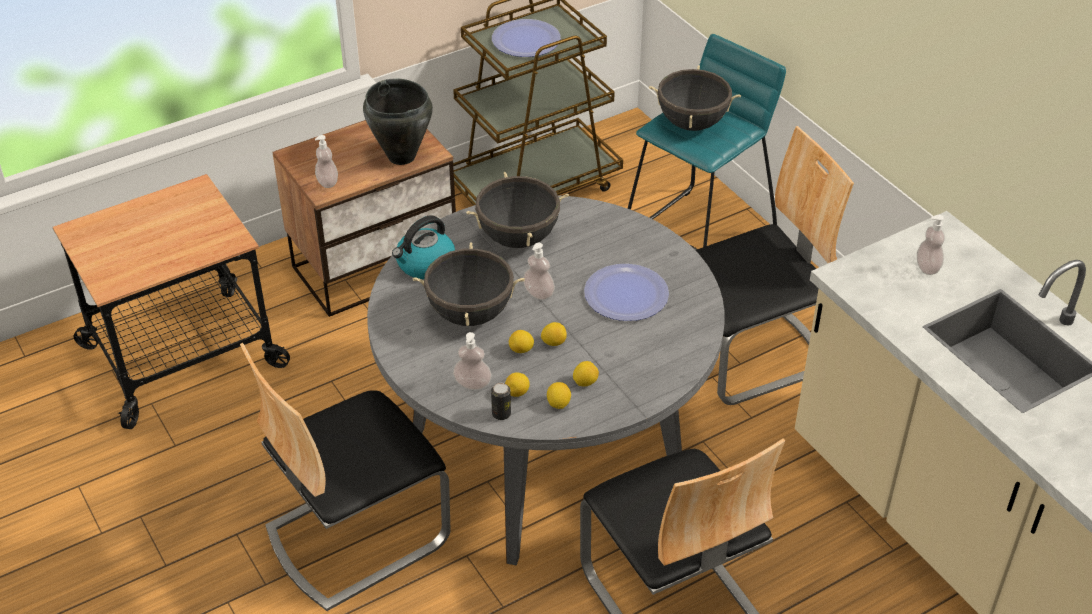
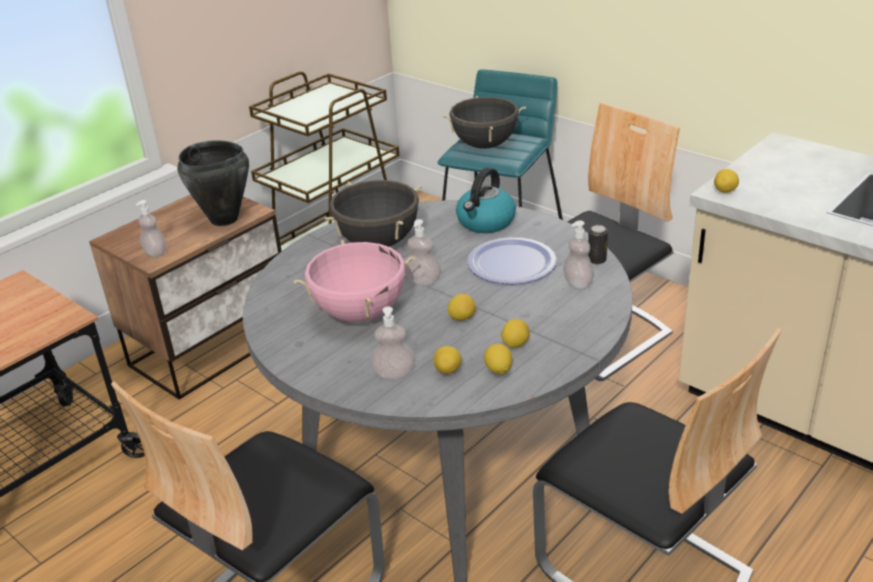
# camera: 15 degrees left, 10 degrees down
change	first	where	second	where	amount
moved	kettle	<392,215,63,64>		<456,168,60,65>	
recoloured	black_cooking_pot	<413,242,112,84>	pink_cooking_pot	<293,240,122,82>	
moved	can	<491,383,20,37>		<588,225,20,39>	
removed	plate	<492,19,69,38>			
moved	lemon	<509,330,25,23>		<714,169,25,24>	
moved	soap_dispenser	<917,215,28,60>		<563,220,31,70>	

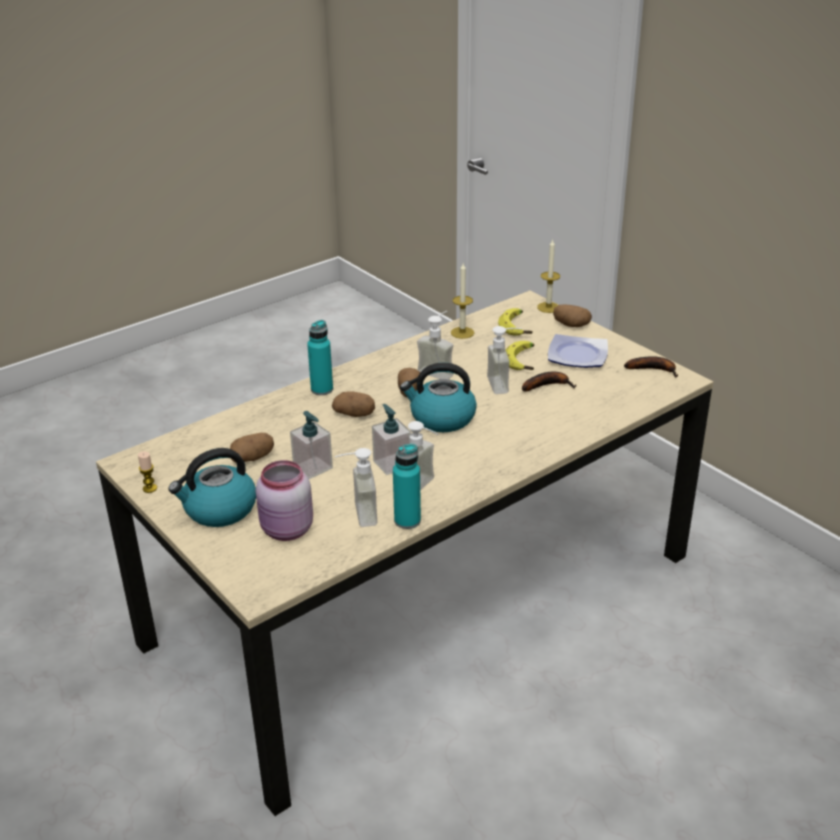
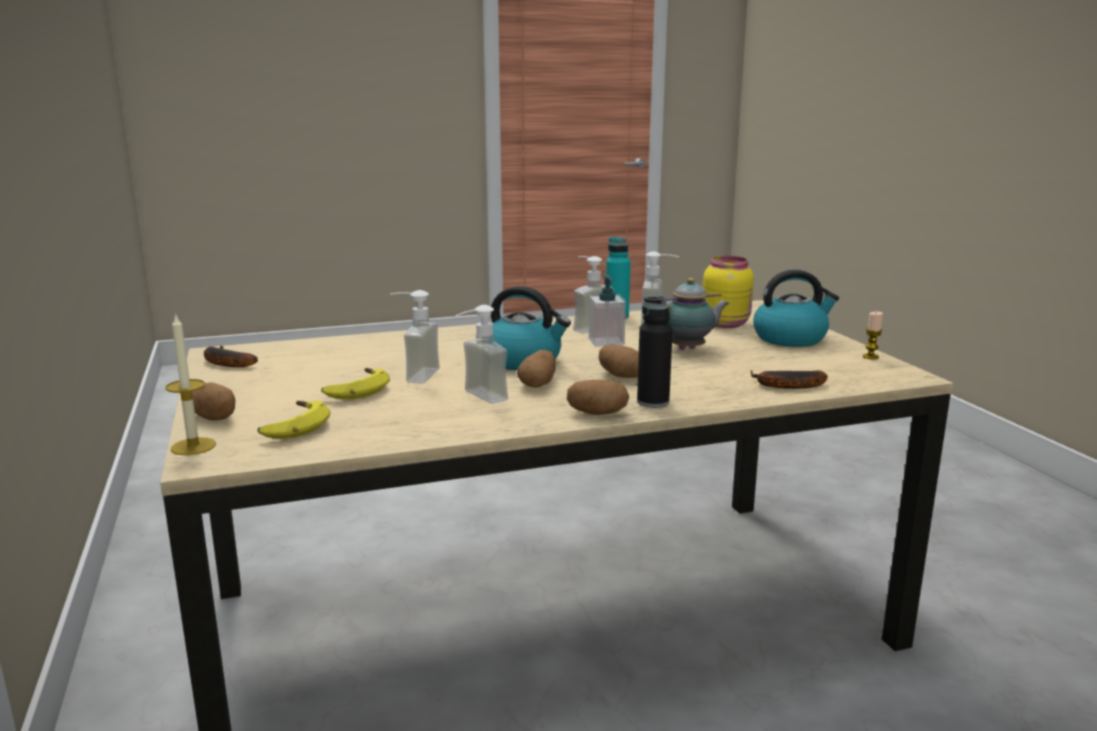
# camera: 160 degrees left, 15 degrees down
change	first	where	second	where	amount
moved	potato	<230,433,44,29>		<567,380,62,35>	
recoloured	pink_jar	<256,460,57,81>	yellow_jar	<703,256,51,72>	
replaced	soap_dispenser	<290,411,43,68>	teapot	<666,278,64,72>	
recoloured	turquoise_bottle	<307,320,26,75>	black_bottle	<637,296,36,112>	
removed	candle	<451,263,23,76>			
moved	banana	<522,372,54,20>		<751,370,77,19>	
removed	plate	<548,334,60,34>			

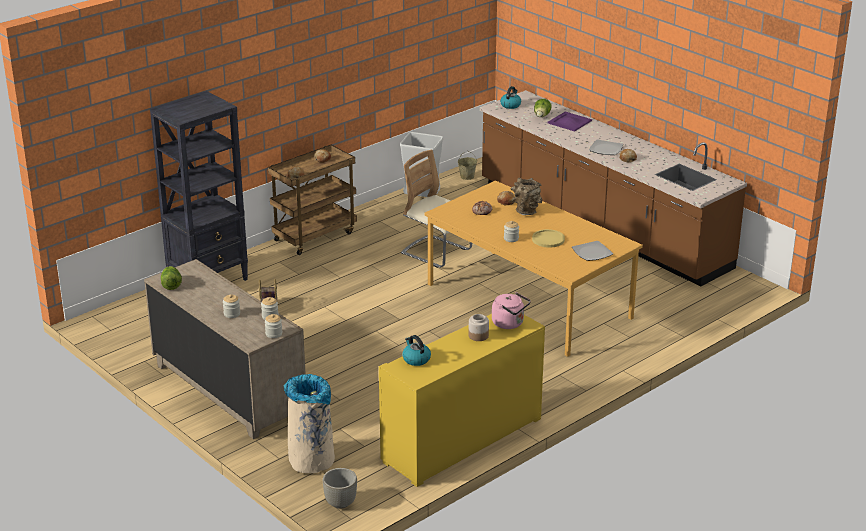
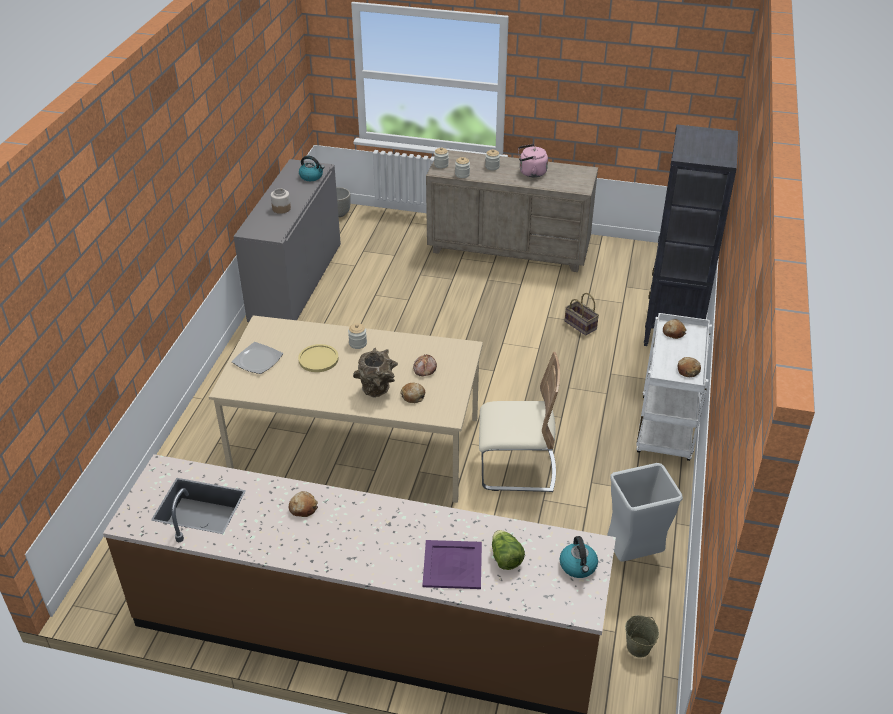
# camera: 145 degrees right, 10 degrees up
change	first	where	second	where	amount
removed	lettuce	<161,266,21,24>			
recoloured	brown_cart	<268,145,89,110>	white_cart	<636,313,76,148>	
removed	beige_trash_can	<284,374,51,99>			
recoloured	yellow_cabinet	<379,314,166,173>	grey_cabinet	<233,159,108,163>	
recoloured	orange_dining_table	<424,180,219,177>	beige_dining_table	<209,315,274,188>	
moved	pink_kettle	<492,292,39,37>		<518,144,30,33>	
removed	plate	<589,139,34,16>			

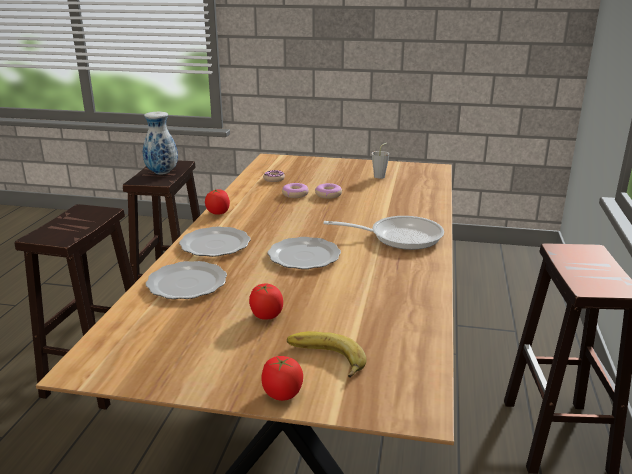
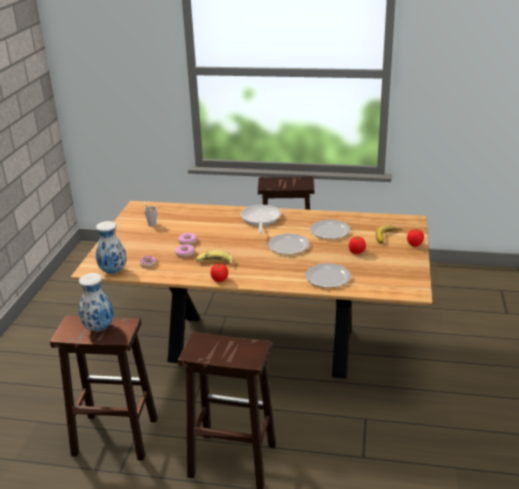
# camera: 90 degrees left, 5 degrees up
change	first	where	second	where	amount
moved	plate	<179,227,72,30>		<310,220,40,19>	
added			vase	<96,221,31,53>	
added			banana	<196,250,37,15>	

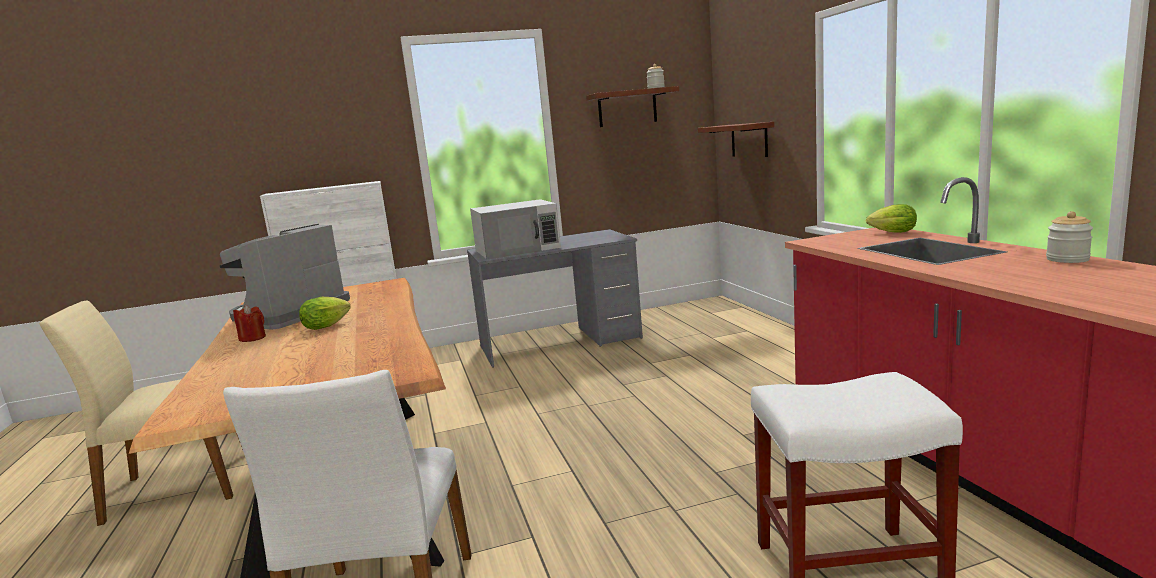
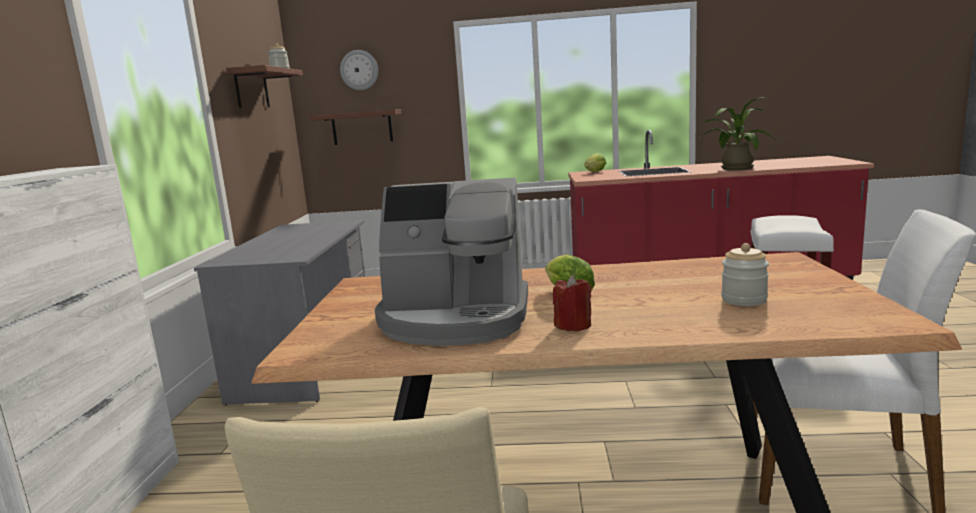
# camera: 70 degrees left, 0 degrees up
change	first	where	second	where	amount
turned	coffee_machine	<220,224,130,106>		<374,178,154,168>	45 degrees counterclockwise
removed	white_microwave	<470,199,91,61>			
moved	jar	<1046,211,47,52>		<721,243,48,63>	
added			wall_clock	<340,50,38,40>	
added			potted_plant	<697,97,80,74>	

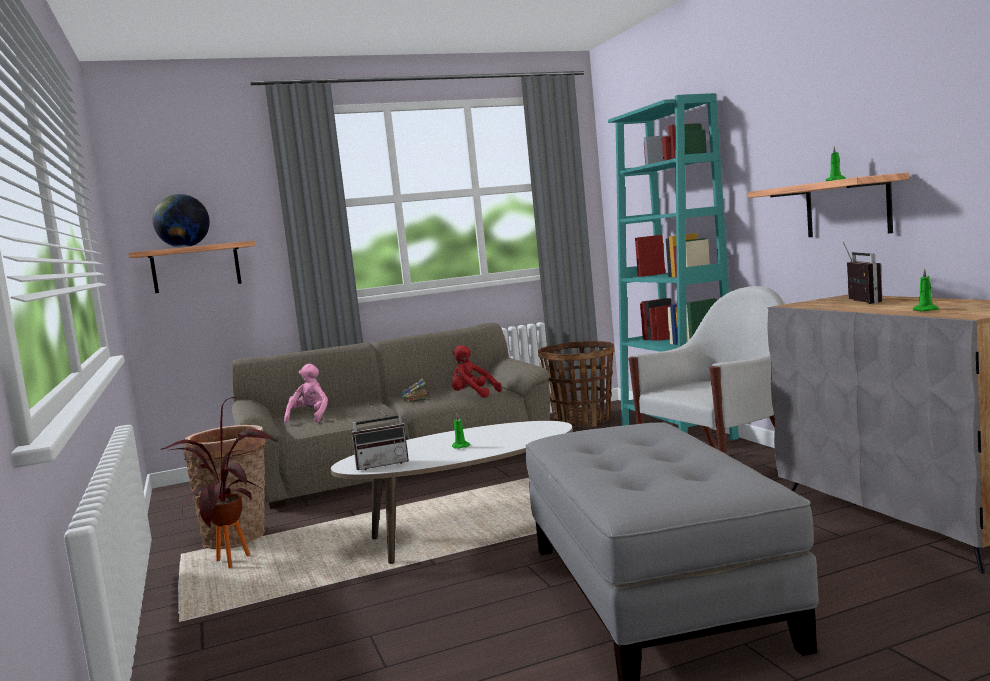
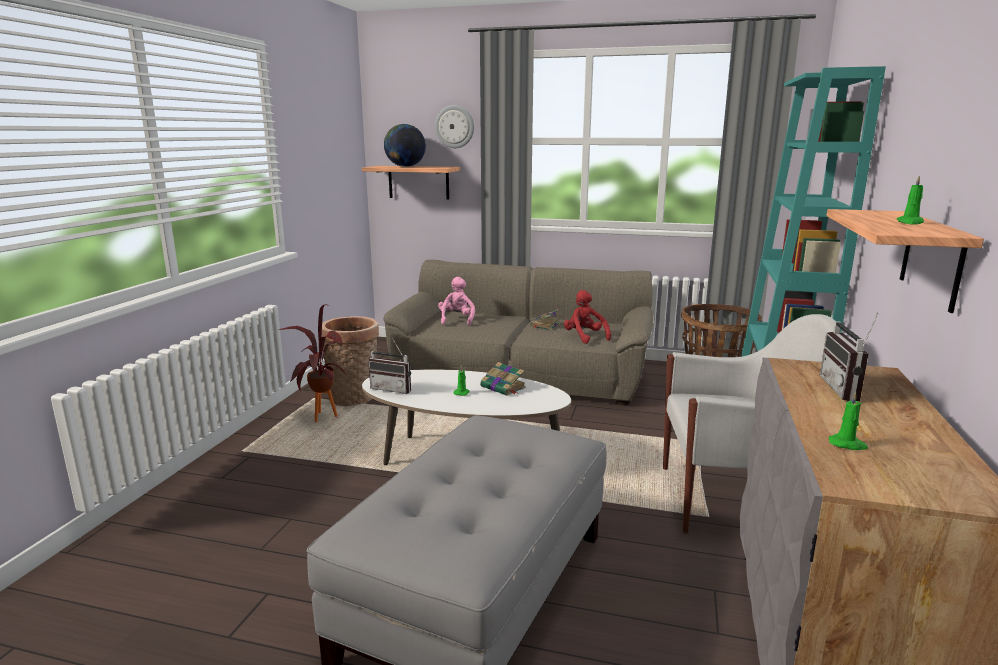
# camera: 35 degrees right, 10 degrees up
change	first	where	second	where	amount
turned	pink_plush_toy	<284,364,44,59>		<438,277,37,49>	45 degrees counterclockwise
turned	radio	<843,242,40,62>		<820,313,58,88>	150 degrees clockwise
added			wall_clock	<435,105,39,43>	
added			book	<480,362,46,34>	

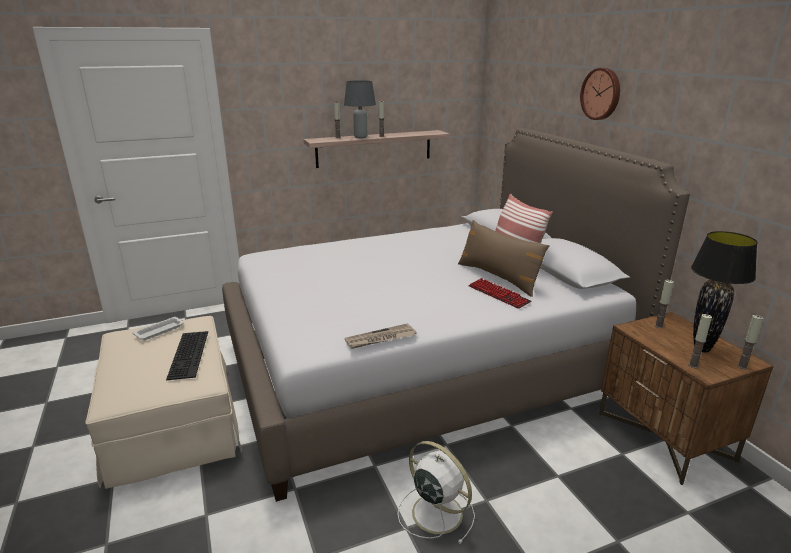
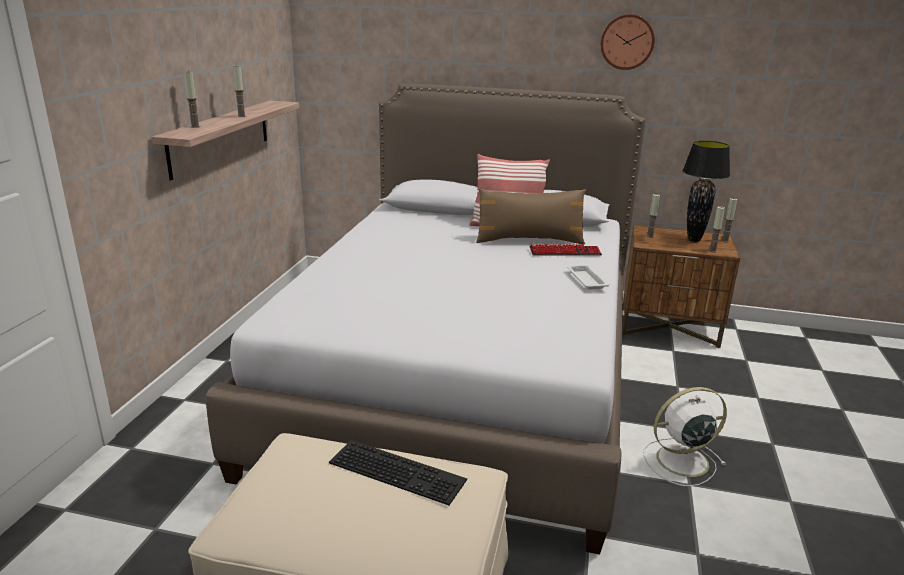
# camera: 55 degrees left, 0 degrees up
change	first	where	second	where	amount
moved	white_tray	<132,317,52,23>		<567,265,42,25>	
removed	grey_table_lamp	<344,80,32,58>			
removed	newspaper	<345,323,72,26>			
moved	wall_clock	<580,68,40,52>		<601,14,54,56>	

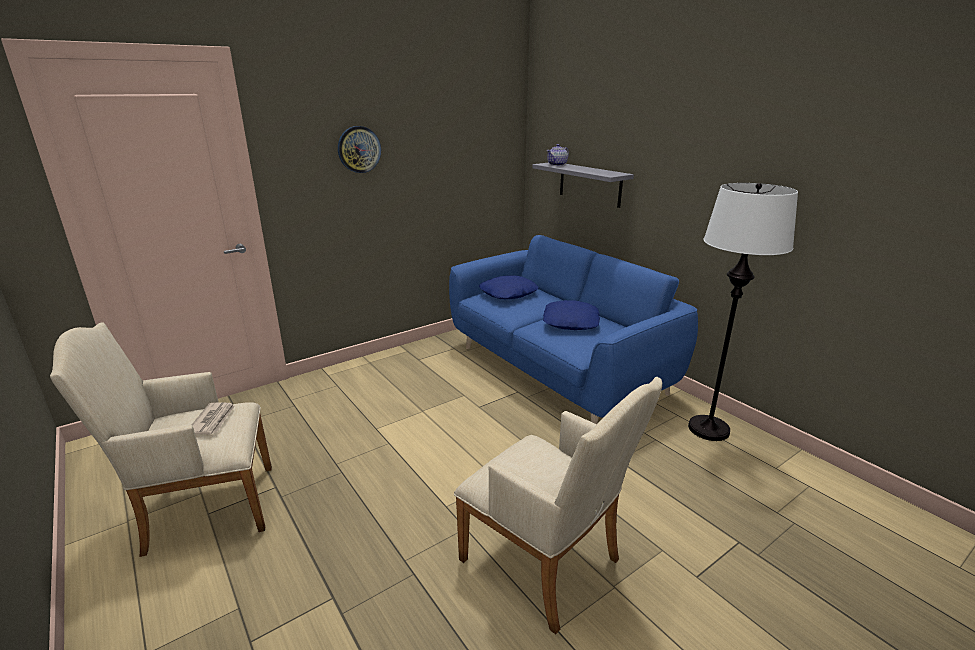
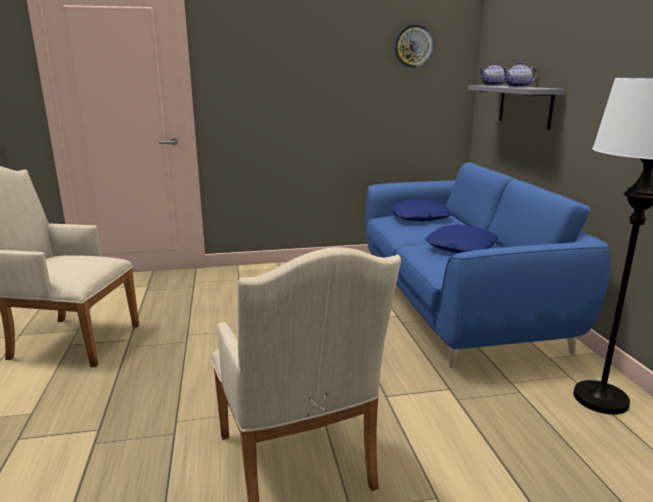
# camera: 25 degrees right, 5 degrees down
change	first	where	second	where	amount
removed	newspaper	<192,402,43,32>			
moved	wall_clock	<338,126,43,47>		<394,24,40,44>	
added			teapot	<502,62,35,25>	

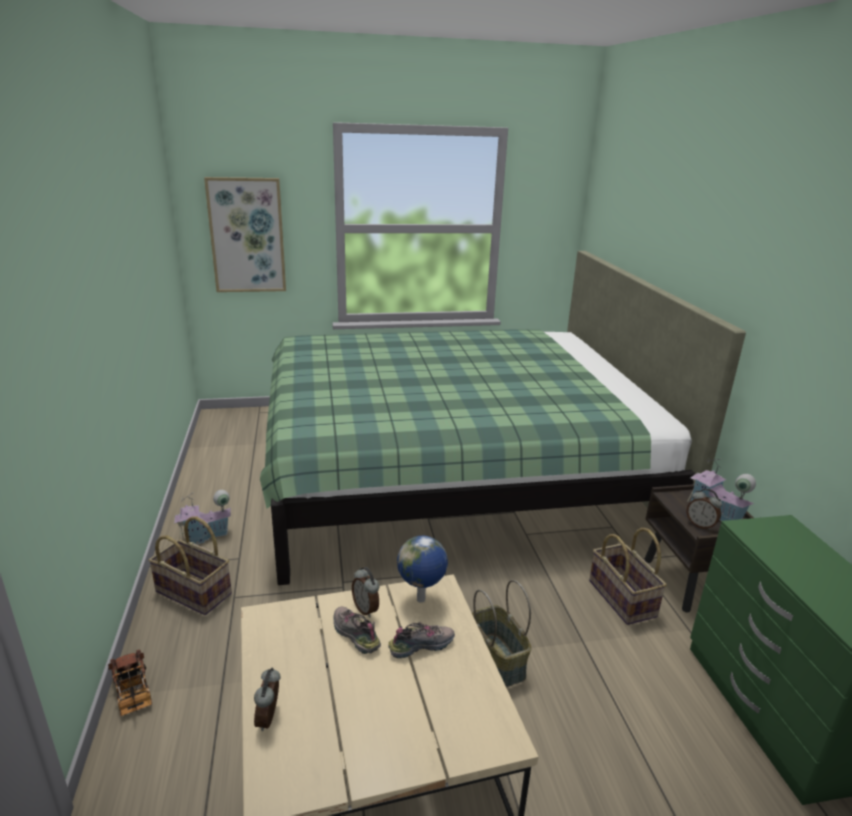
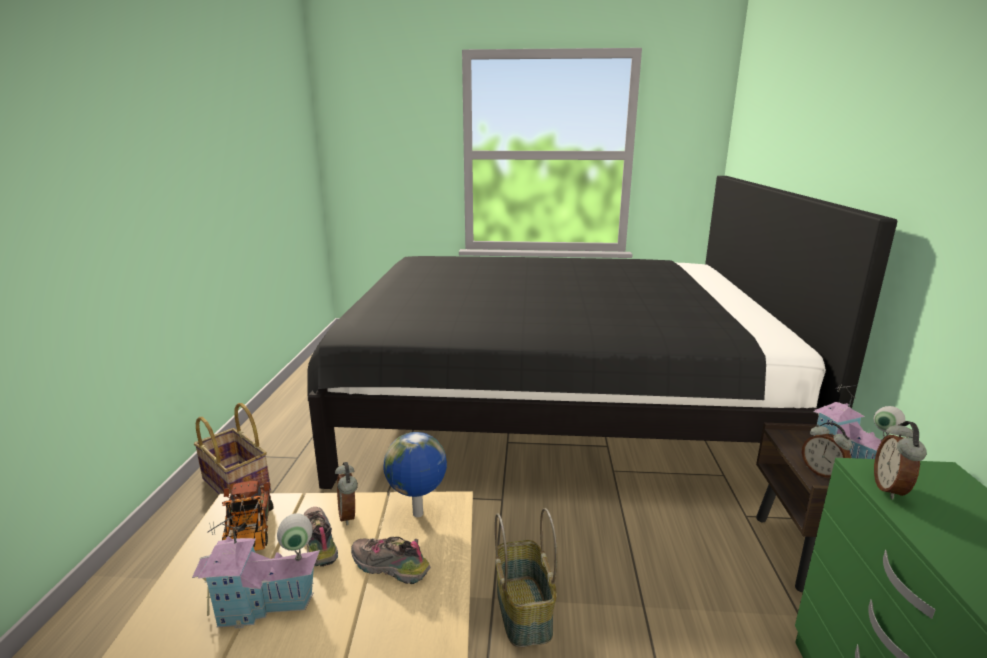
# camera: 15 degrees right, 5 degrees down
change	first	where	second	where	amount
moved	toy_truck	<108,649,44,67>		<222,481,52,70>	
moved	toy_house	<174,490,57,55>		<192,513,128,116>	
removed	picture	<204,177,82,115>			
moved	alarm_clock	<254,668,27,63>		<874,421,53,78>	
recoloured	green_bed	<260,251,486,334>	black_bed	<307,176,590,313>	
turned	shoe	<388,622,67,36>		<351,537,80,47>	150 degrees counterclockwise
removed	basket	<589,528,78,97>			

